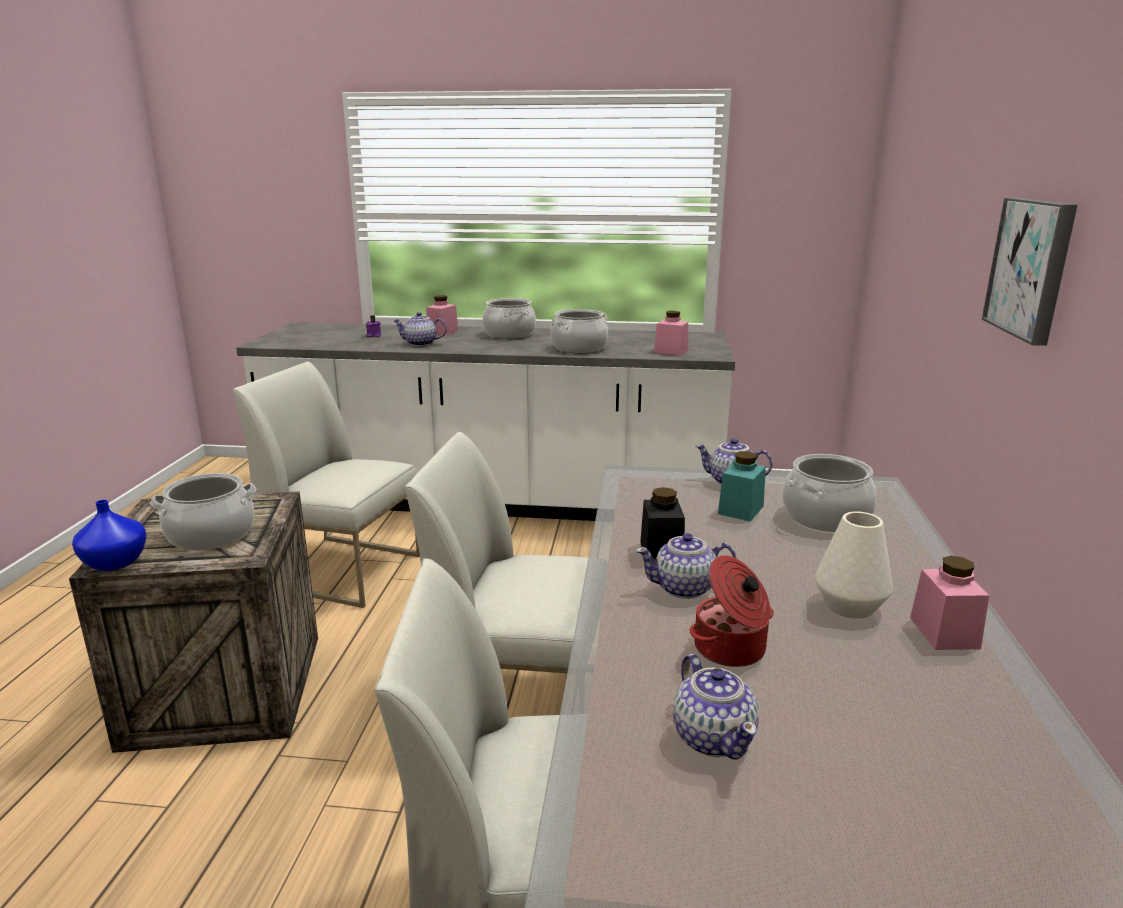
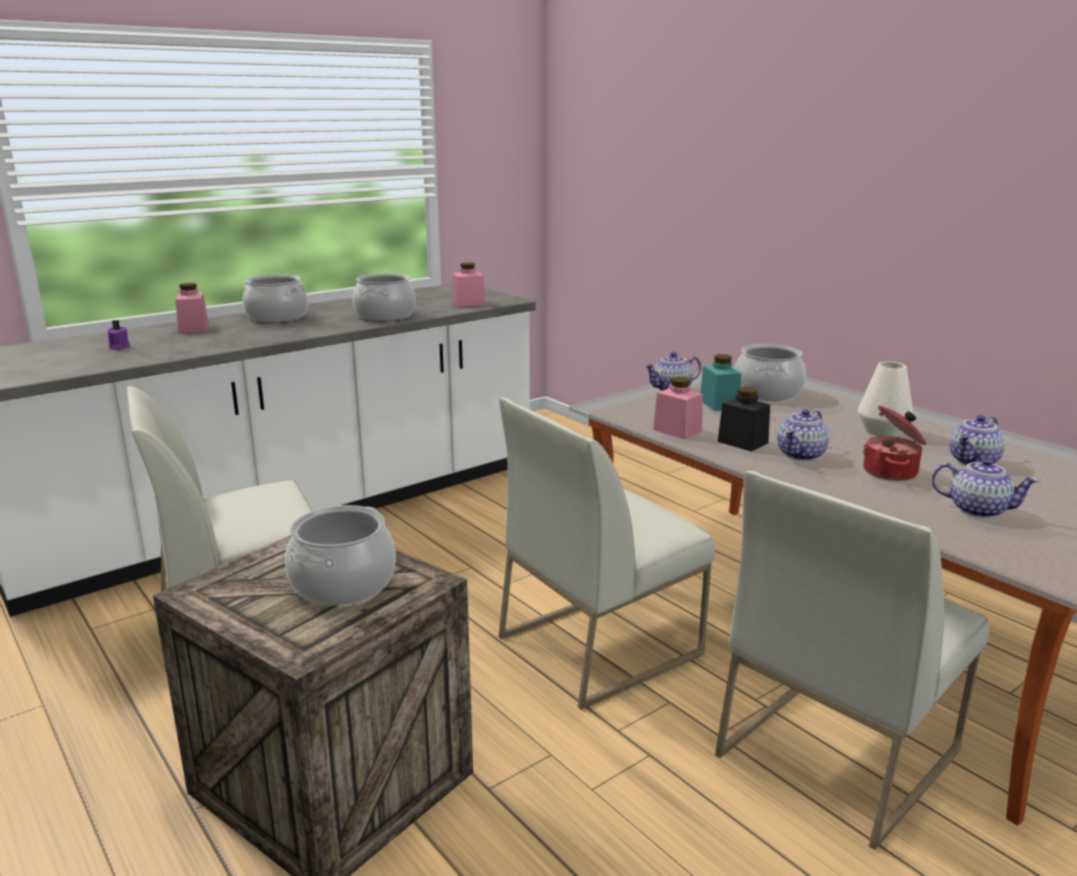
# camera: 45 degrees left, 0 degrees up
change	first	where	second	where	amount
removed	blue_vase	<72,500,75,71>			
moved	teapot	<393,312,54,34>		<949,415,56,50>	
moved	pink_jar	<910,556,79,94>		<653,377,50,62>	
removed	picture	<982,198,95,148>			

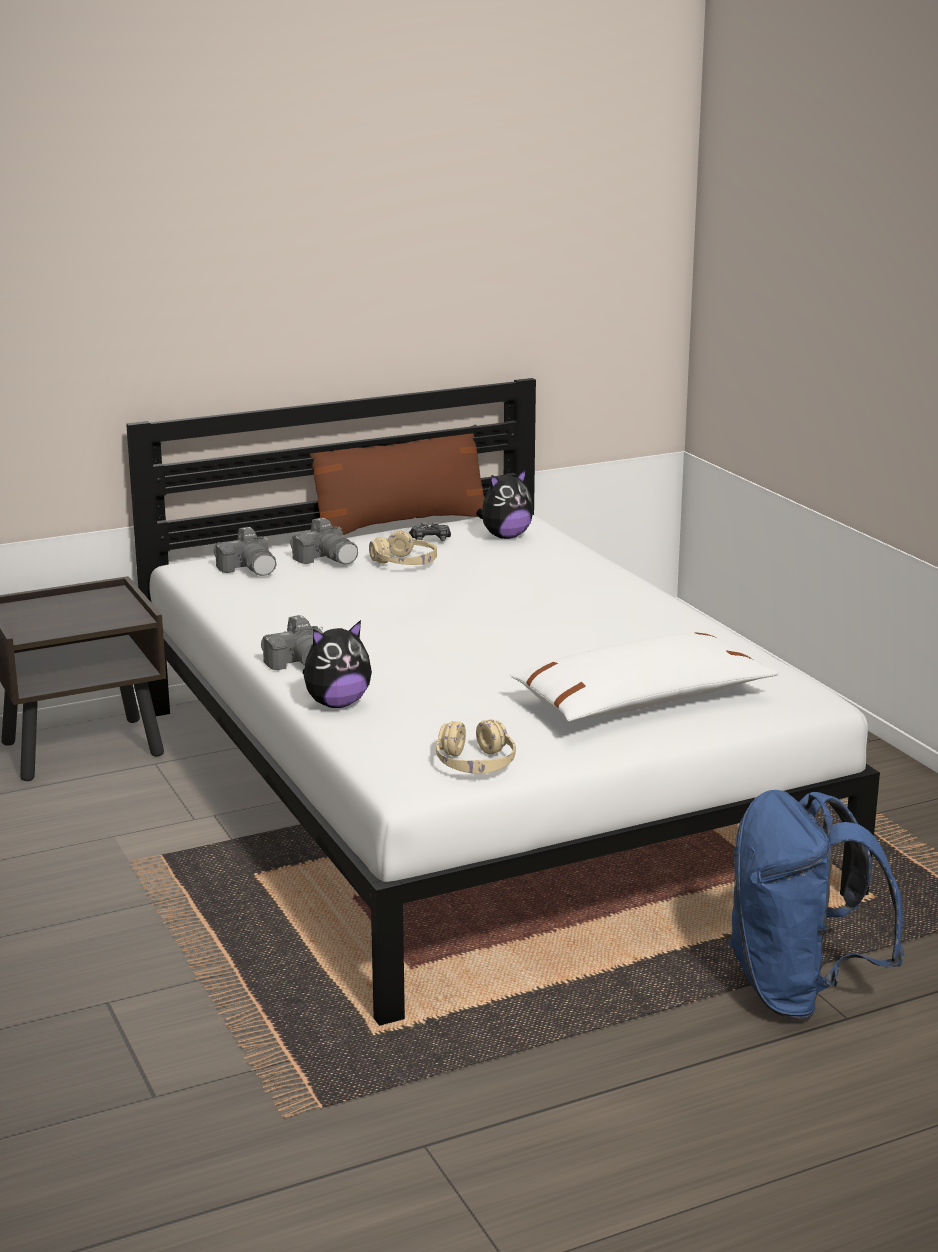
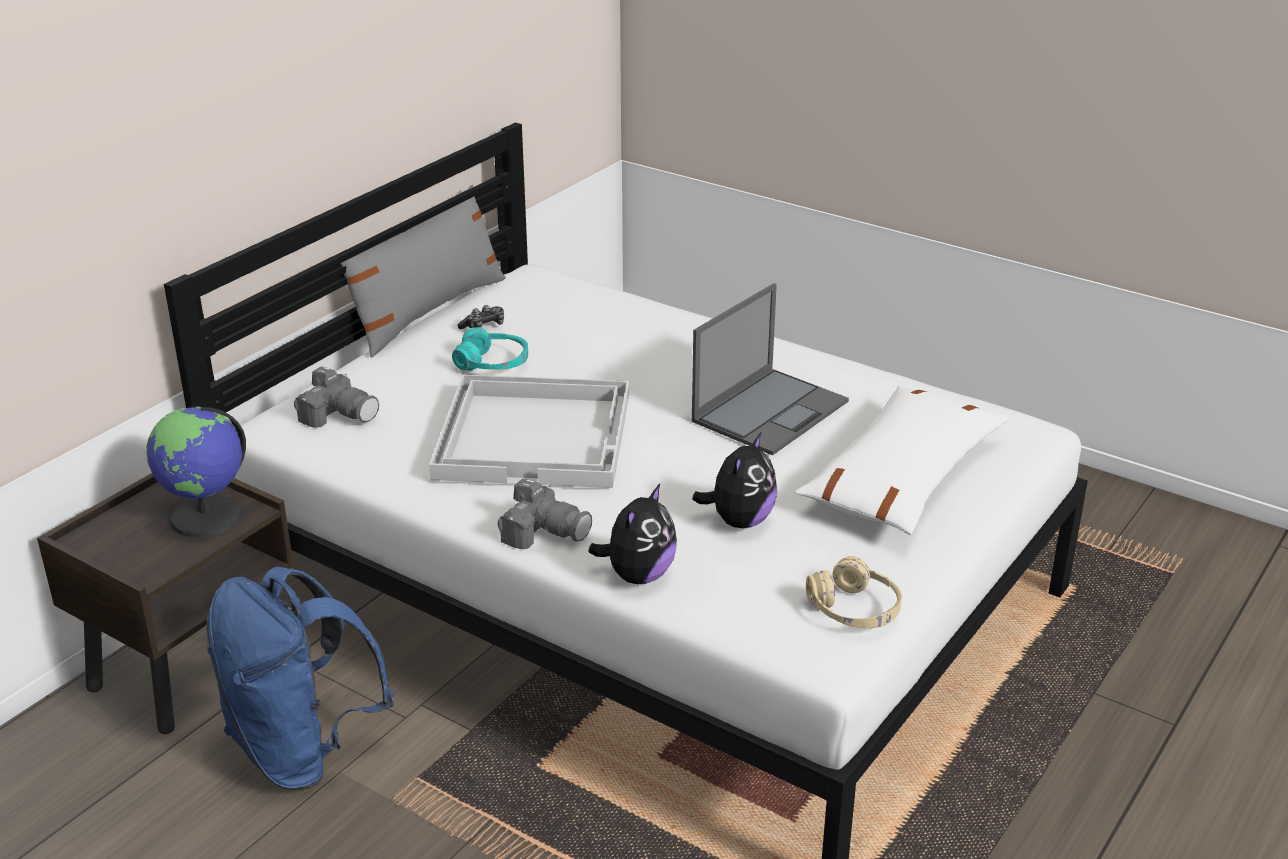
# camera: 30 degrees left, 10 degrees up
change	first	where	second	where	amount
removed	photo_camera	<290,518,68,47>			
recoloured	brown_pillow	<310,425,175,110>	grey_pillow	<341,185,165,173>	
recoloured	beige_headphones	<369,530,68,35>	turquoise_headphones	<452,328,76,43>	
moved	plush_toy	<476,469,58,70>		<692,433,85,95>	
moved	blue_backpack	<728,790,177,231>		<207,567,187,223>	
added			globe	<146,407,100,131>	
added			white_tray	<429,374,200,114>	
added			laptop	<692,283,157,172>	

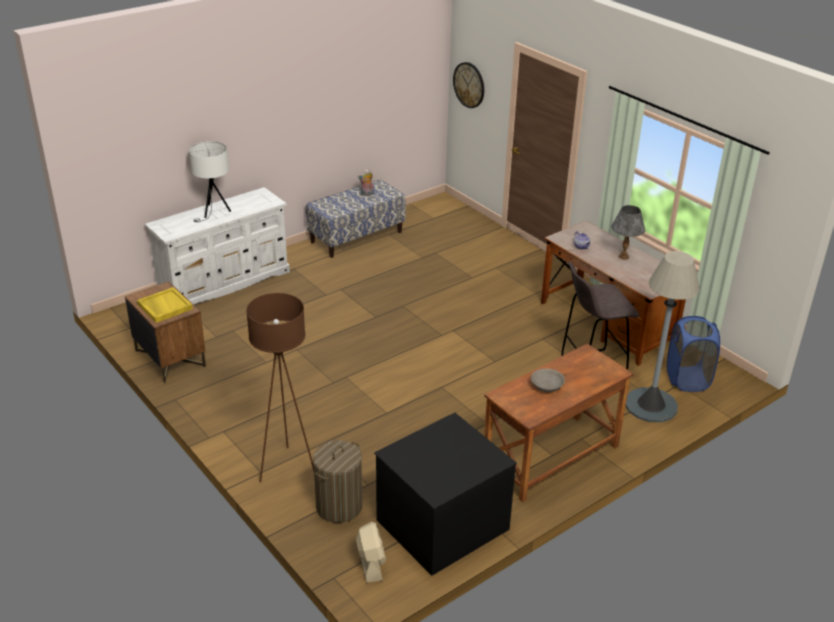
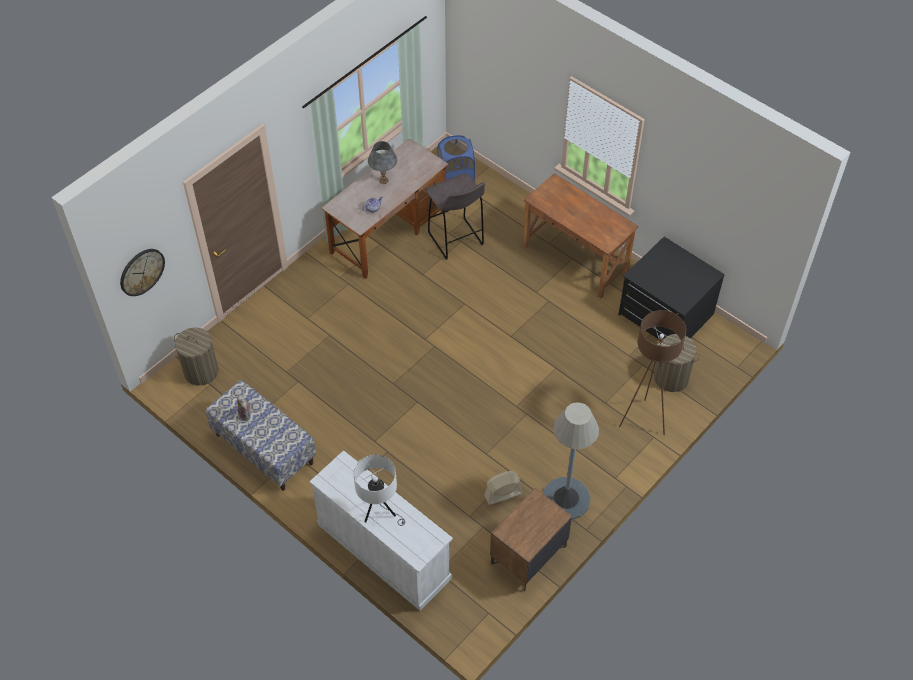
# camera: 100 degrees left, 20 degrees up
change	first	where	second	where	amount
removed	yellow_tray	<137,287,56,36>			
moved	beige_fan	<356,522,30,61>		<484,471,39,34>	
removed	grey_bowl	<531,369,34,23>			
moved	grey_floor_lamp	<626,251,74,171>		<543,402,56,118>	
added			laundry_basket	<174,327,45,59>	

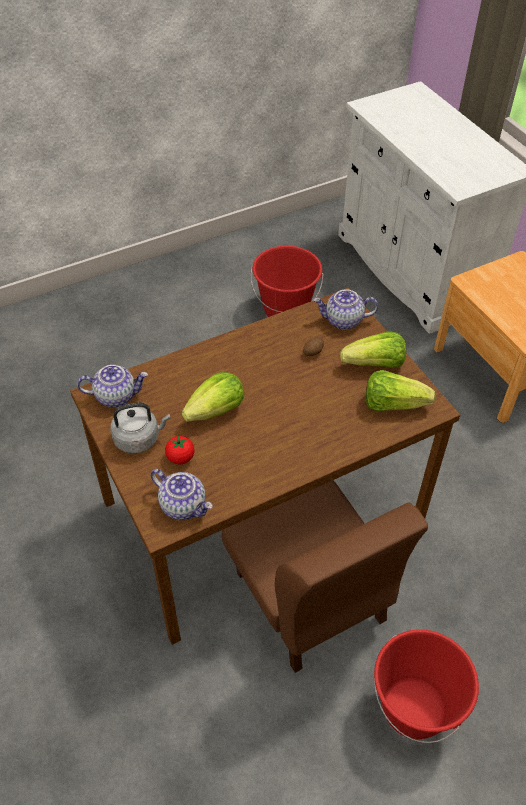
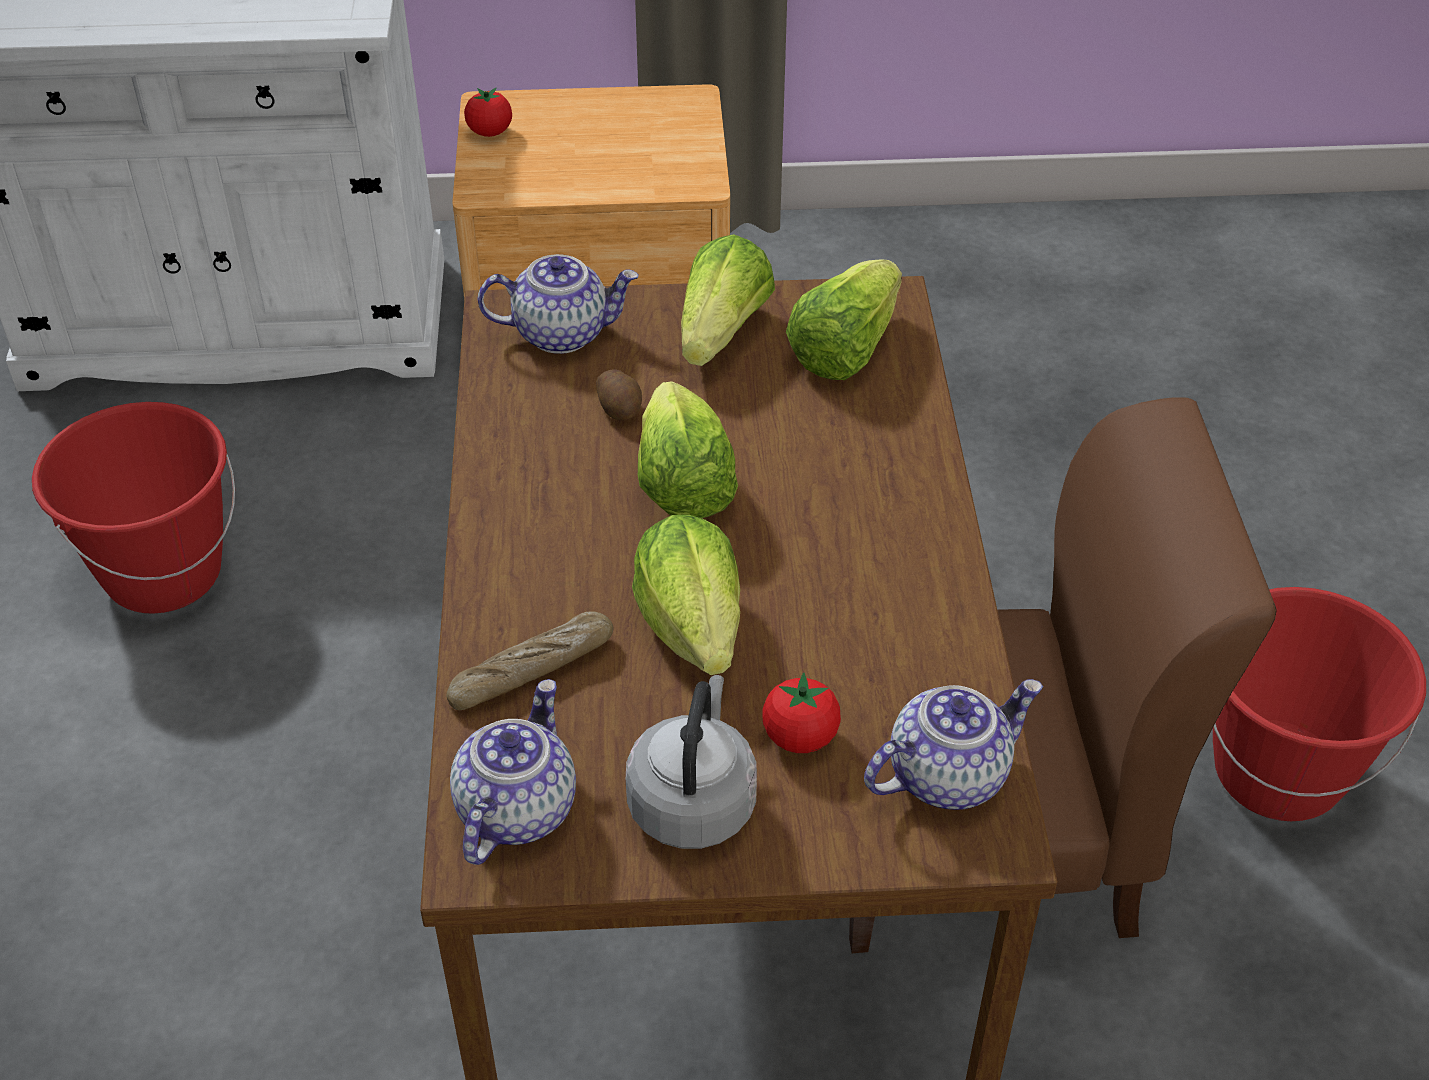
# camera: 65 degrees left, 5 degrees down
change	first	where	second	where	amount
turned	teapot	<313,289,65,41>		<478,254,160,100>	120 degrees counterclockwise
added			bread	<446,611,167,99>	
added			tomato	<464,87,48,50>	
added			lettuce	<638,381,100,137>	

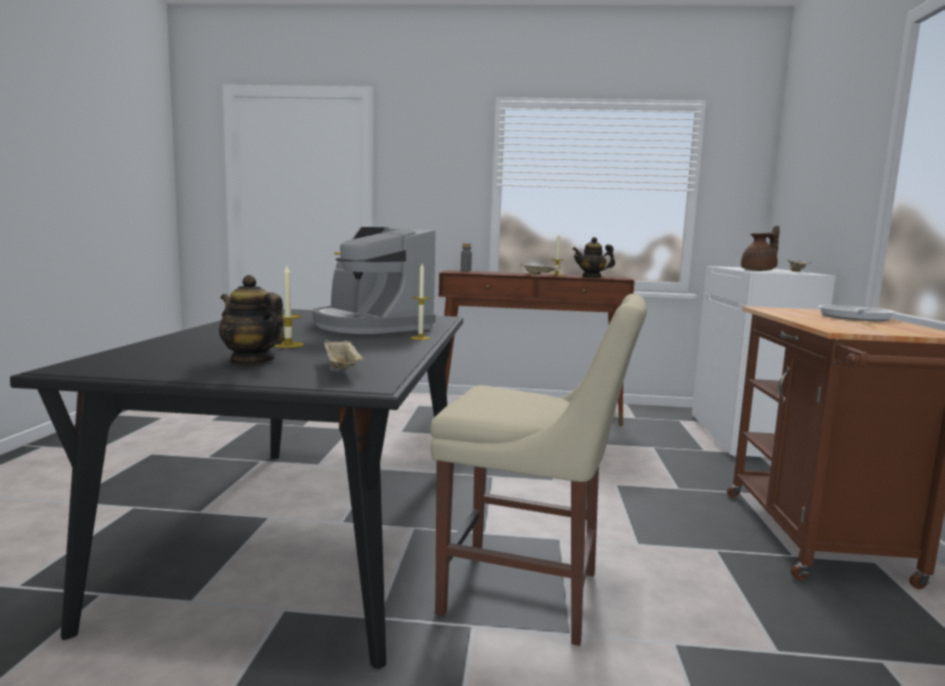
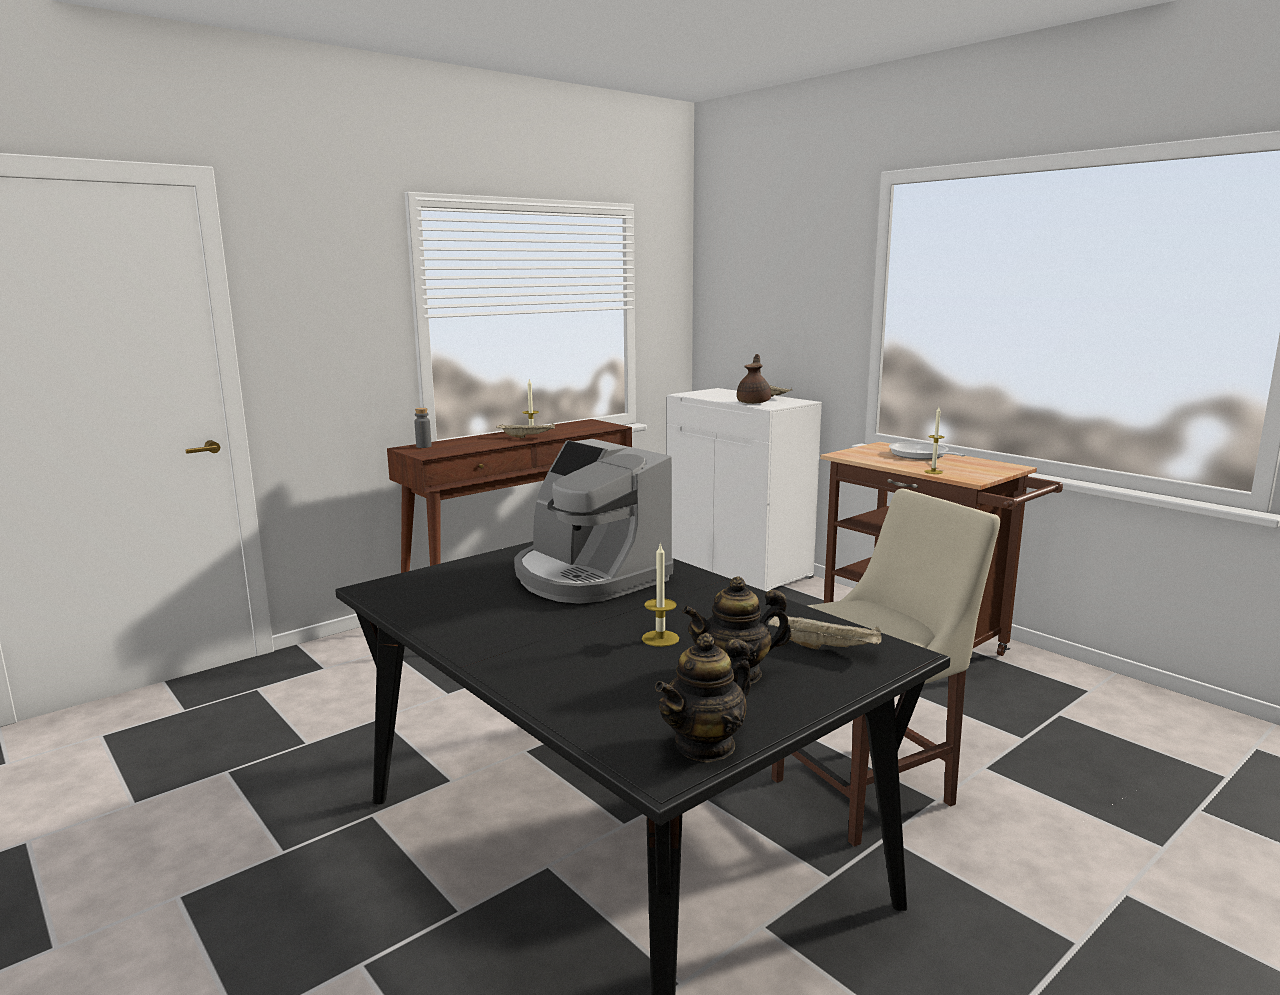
# camera: 45 degrees left, 5 degrees up
change	first	where	second	where	amount
turned	coffee_machine	<313,227,123,107>		<514,439,159,165>	45 degrees clockwise
moved	candle	<411,264,20,76>		<924,407,20,67>	
moved	teapot	<573,237,42,41>		<655,633,96,130>	

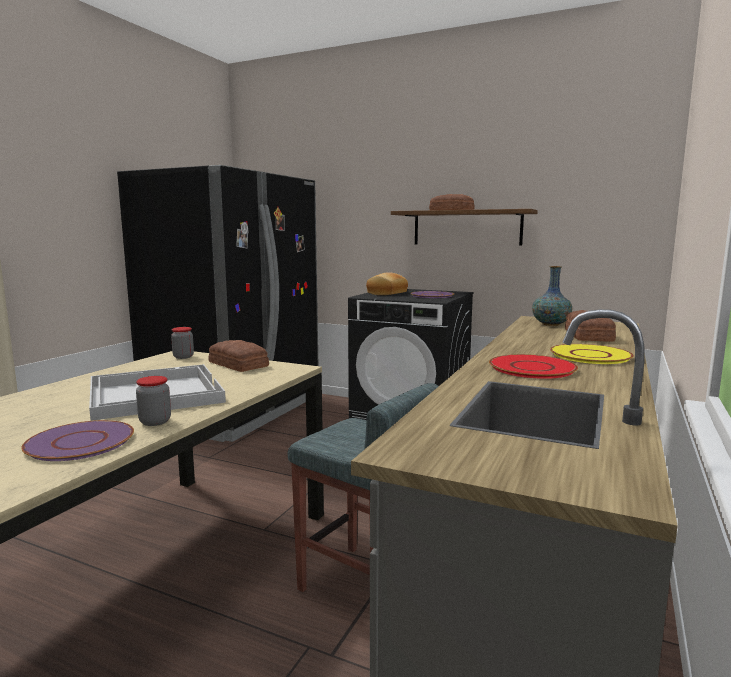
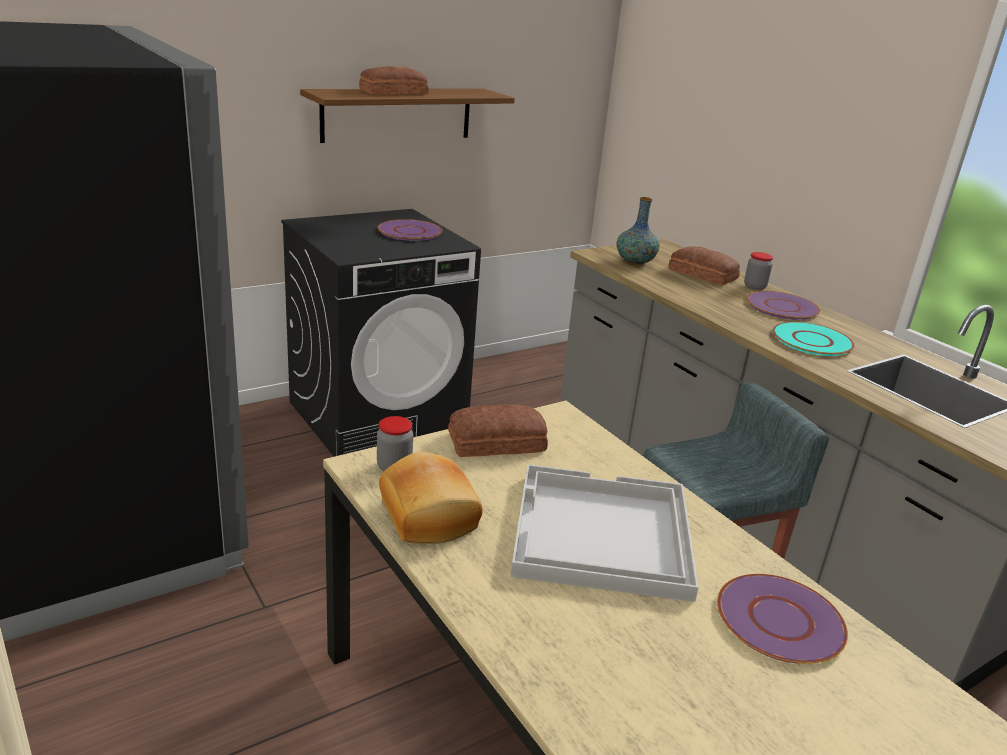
# camera: 60 degrees left, 15 degrees up
change	first	where	second	where	amount
moved	jar	<136,376,35,50>		<744,252,29,38>	
moved	bread	<366,272,42,23>		<379,452,104,92>	
recoloured	red_plate	<489,354,89,25>	turquoise_plate	<773,322,82,34>	
recoloured	yellow_plate	<550,344,84,20>	purple_plate	<746,291,74,29>	

